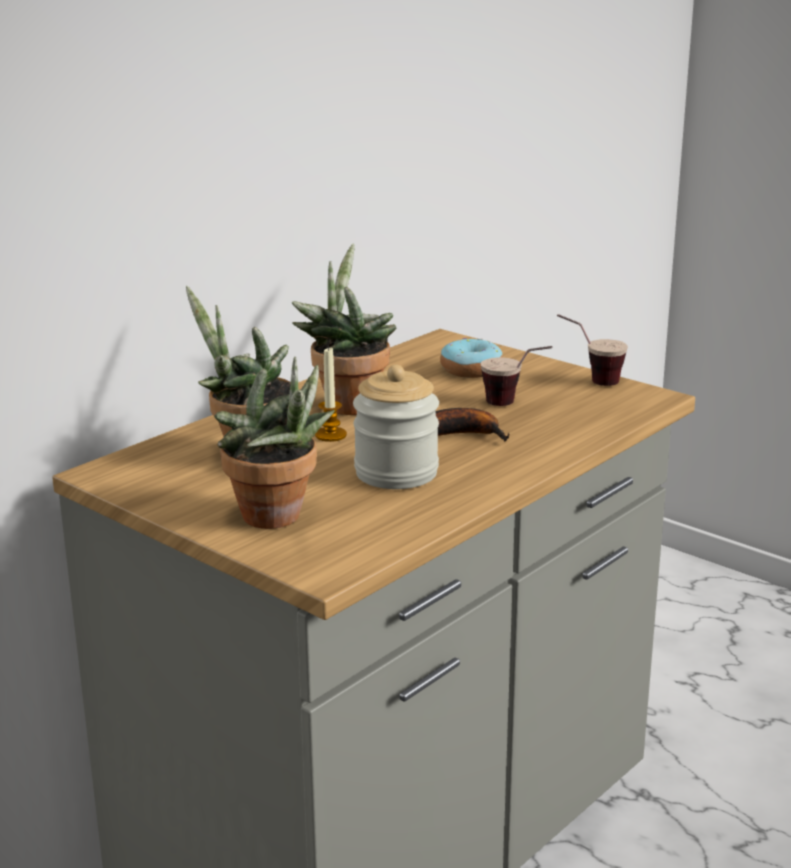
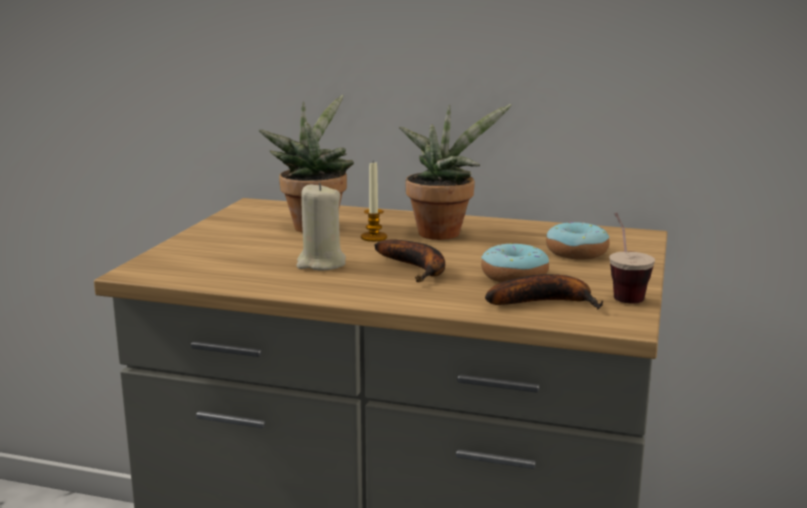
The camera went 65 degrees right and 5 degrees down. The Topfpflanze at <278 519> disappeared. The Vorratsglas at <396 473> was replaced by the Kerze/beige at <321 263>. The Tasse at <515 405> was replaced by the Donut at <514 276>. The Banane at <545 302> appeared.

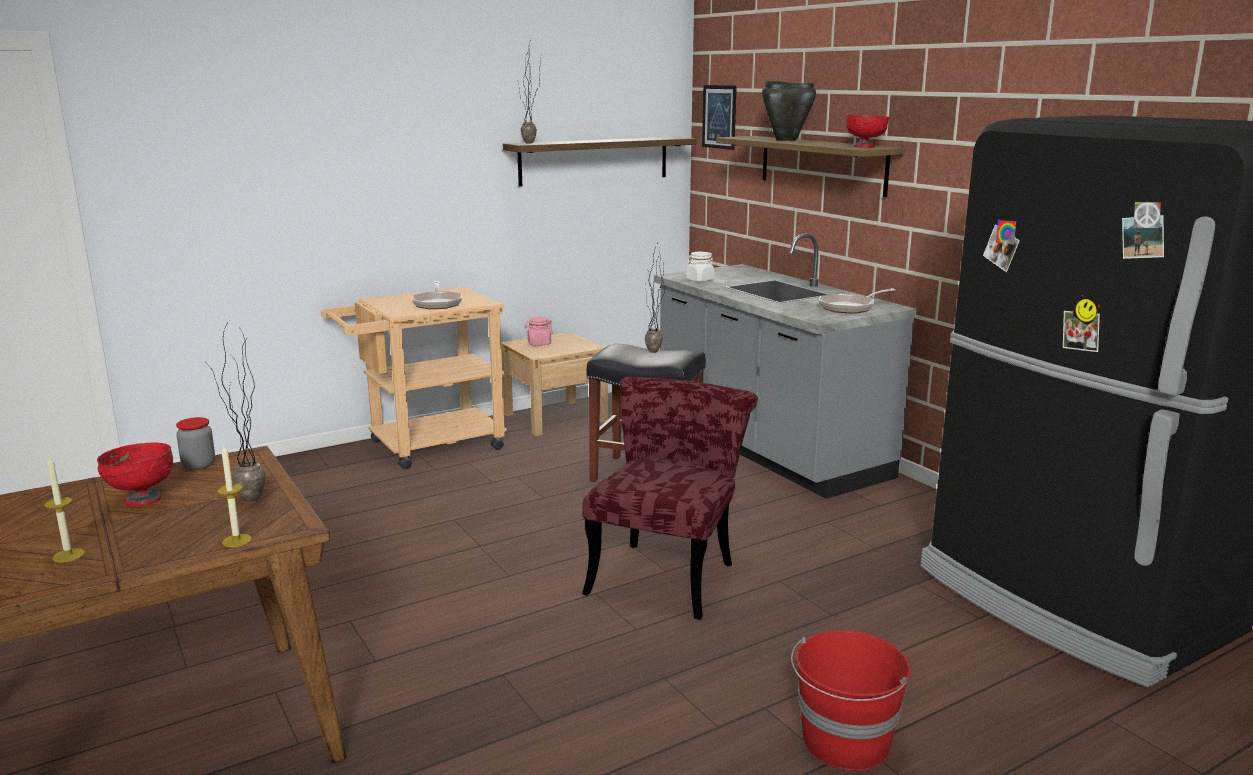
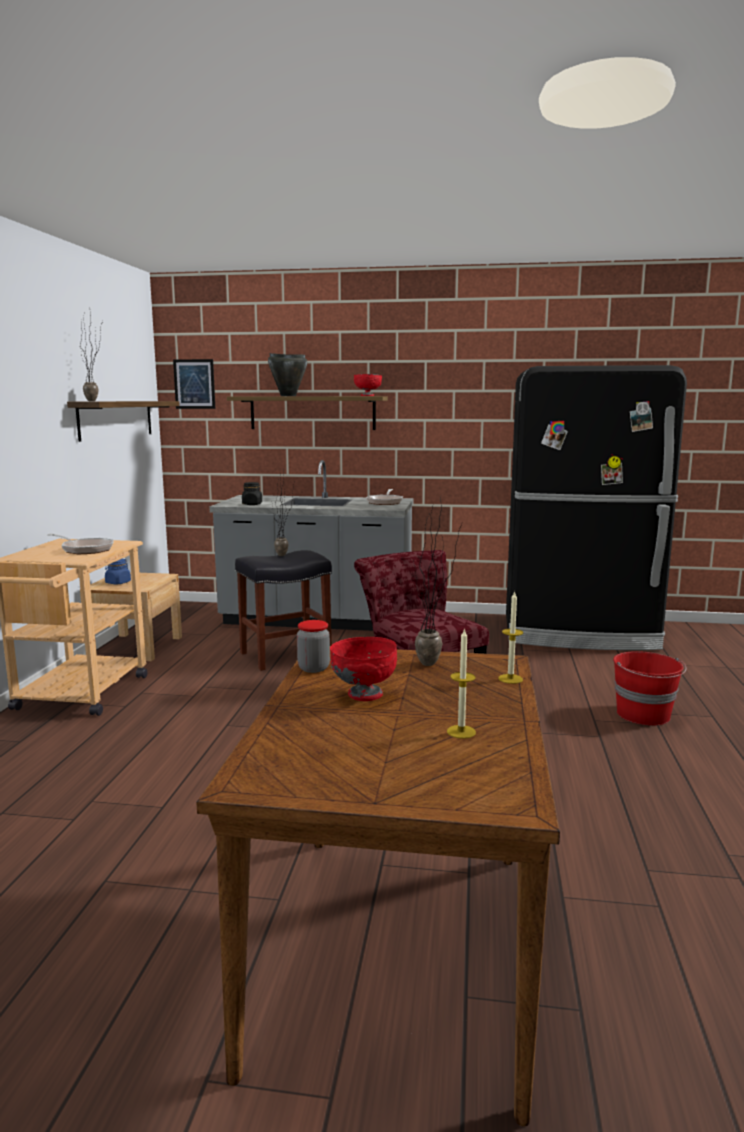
The camera went 50 degrees left and 5 degrees down. The Vorratsglas/rosa at <539 344> became the Vorratsglas/blau at <118 583>. The Vorratsglas/weiß at <699 280> became the Vorratsglas/schwarz at <252 504>.

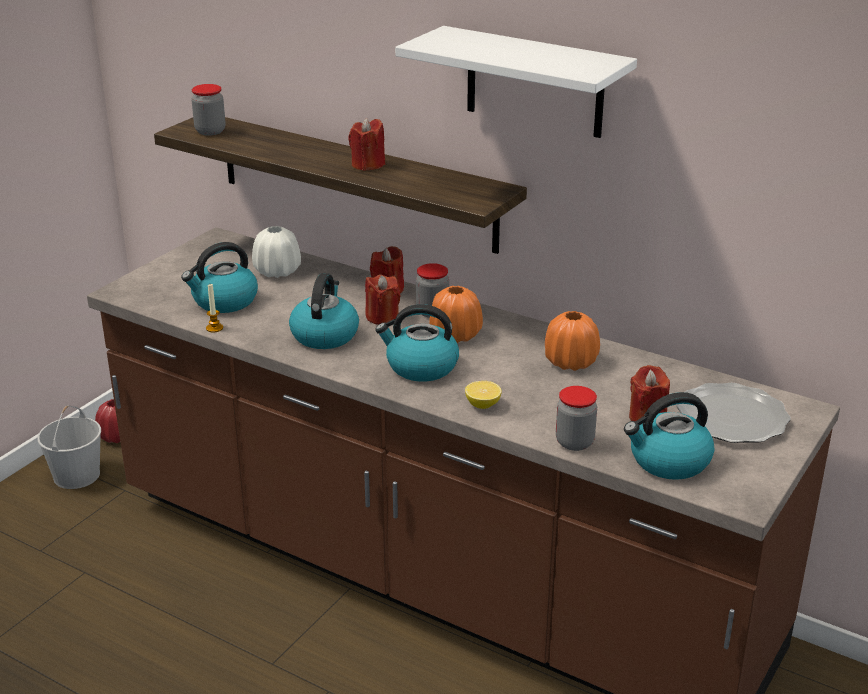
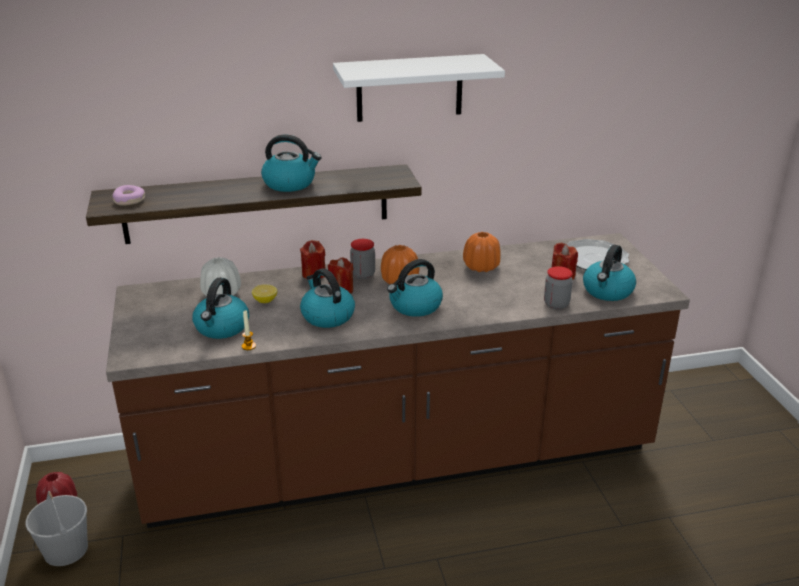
The camera went 45 degrees left and 0 degrees up. The Vorratsglas at <210 131> was replaced by the Donut at <129 200>. The Kerze/rot at <368 165> was replaced by the Wasserkessel at <290 183>. The Zitrone moved from <483 405> to <265 300>.

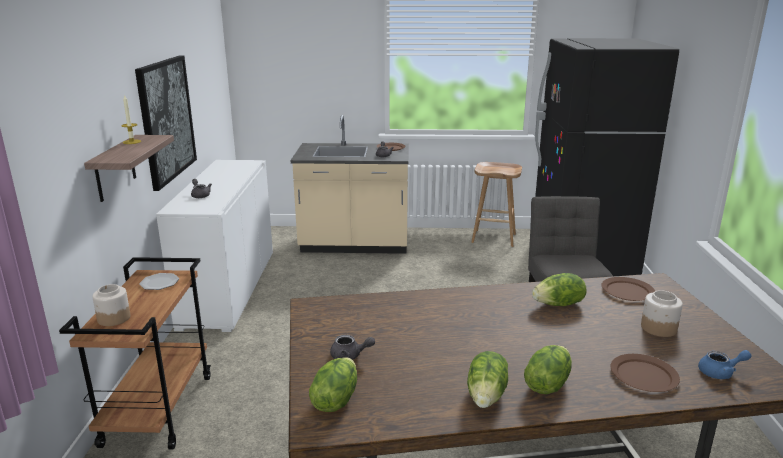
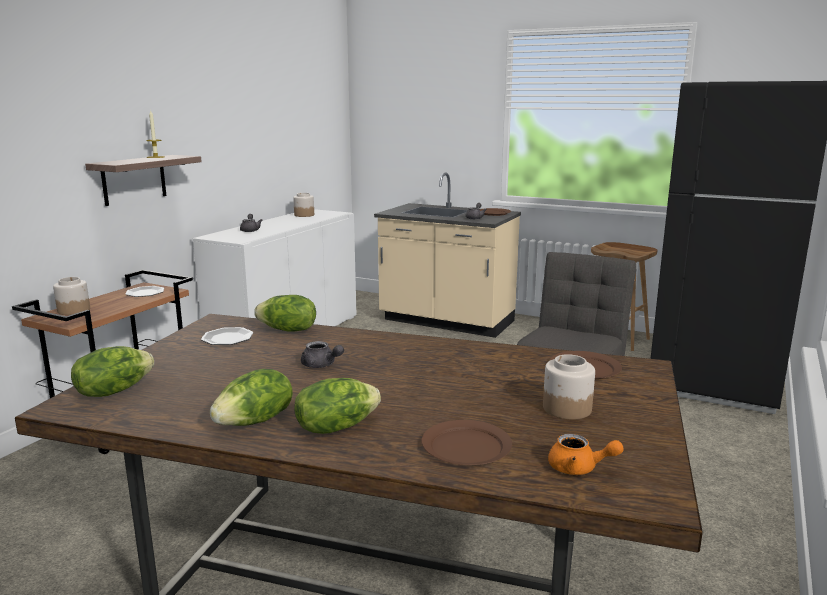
The camera went 25 degrees right and 5 degrees down. The Bild at <166 119> disappeared. The Teekanne/grau moved from <350 356> to <321 365>. The Salatkopf moved from <559 304> to <288 330>. The Teekanne/blau at <720 373> became the Teekanne/orange at <579 468>. The Teller at <227 338> appeared. The Vorratsglas at <304 215> appeared.

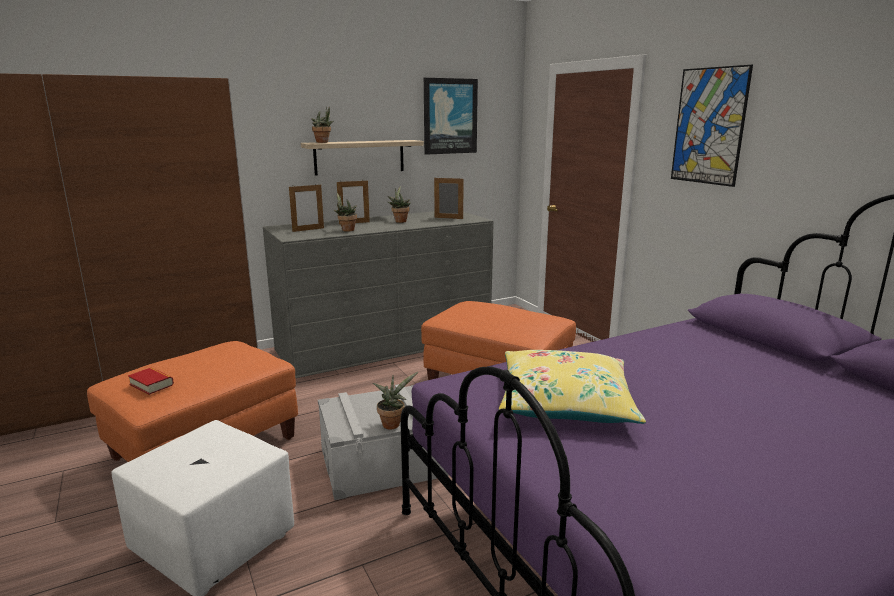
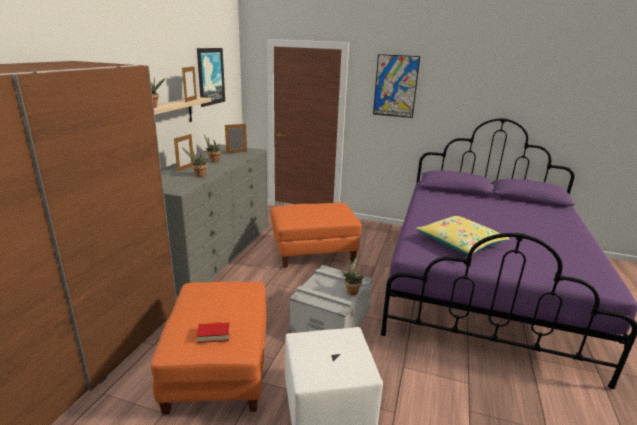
The camera went 45 degrees left and 5 degrees up. The Bilderrahmen moved from <308 230> to <191 100>.

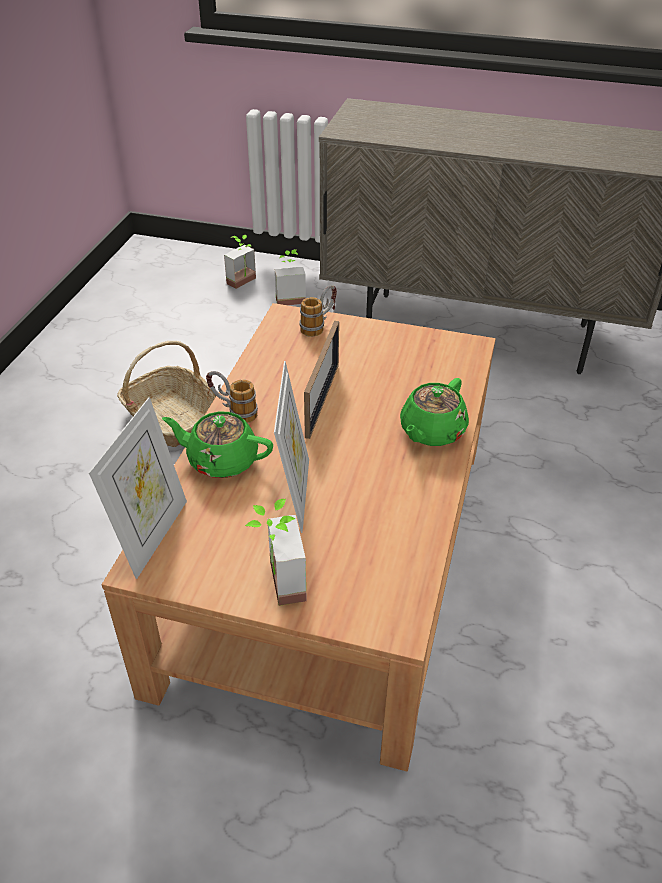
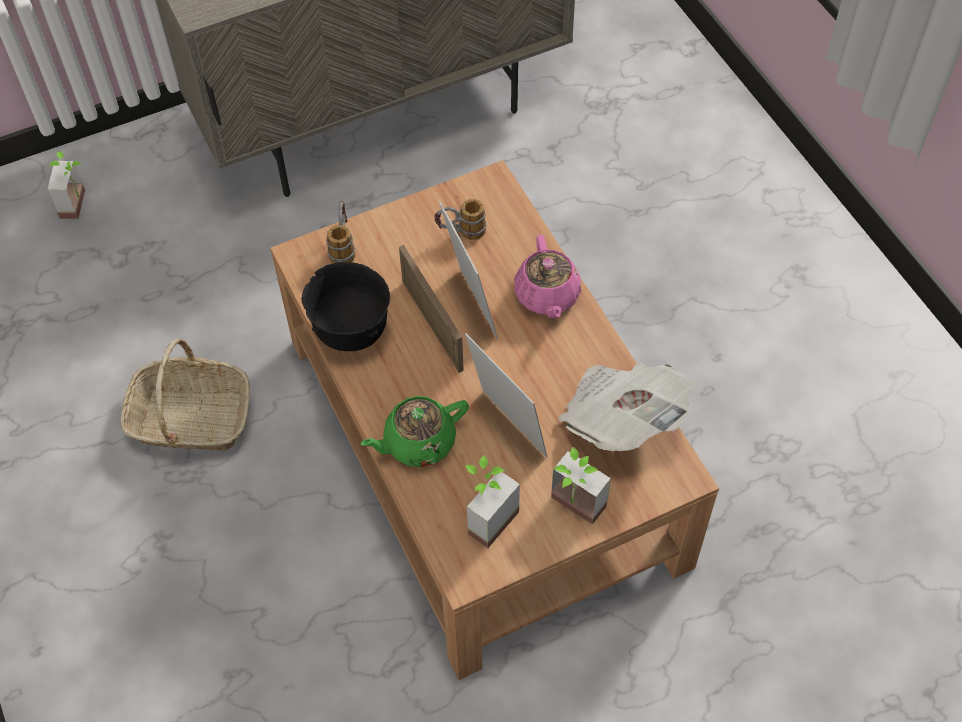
The camera went 40 degrees left and 15 degrees up. The Bilderrahmen moved from <152 535> to <470 306>. The Henkelbecher moved from <233 412> to <461 233>. The Topfpflanze moved from <289 298> to <485 517>. The Teekanne/grün at <431 431> became the Teekanne/rosa at <547 296>. The Schüssel/schwarz at <351 331> appeared. The Zeitung at <622 419> appeared.

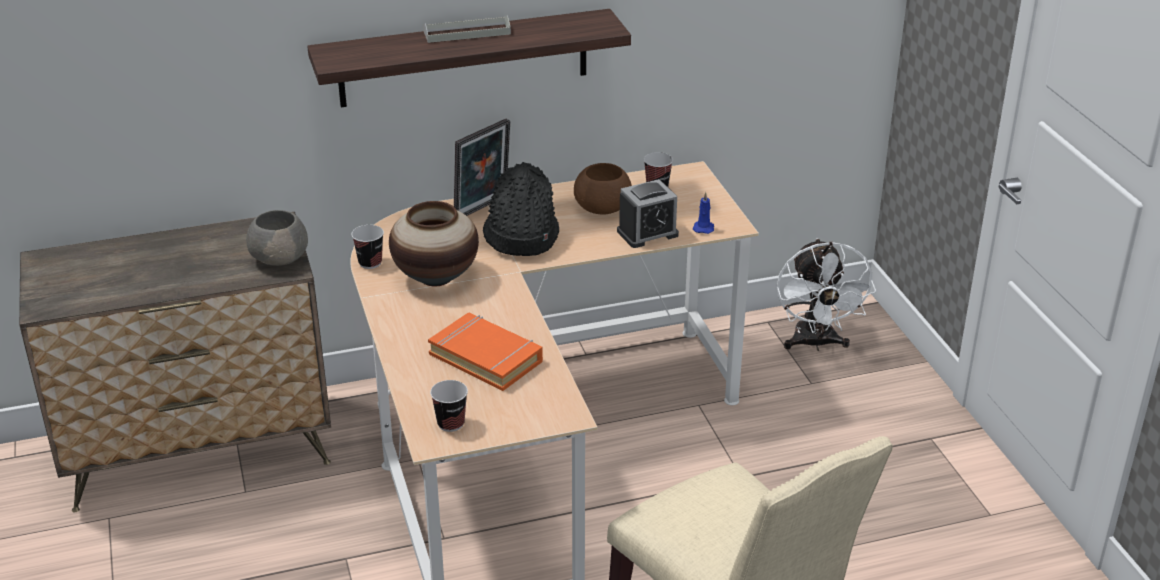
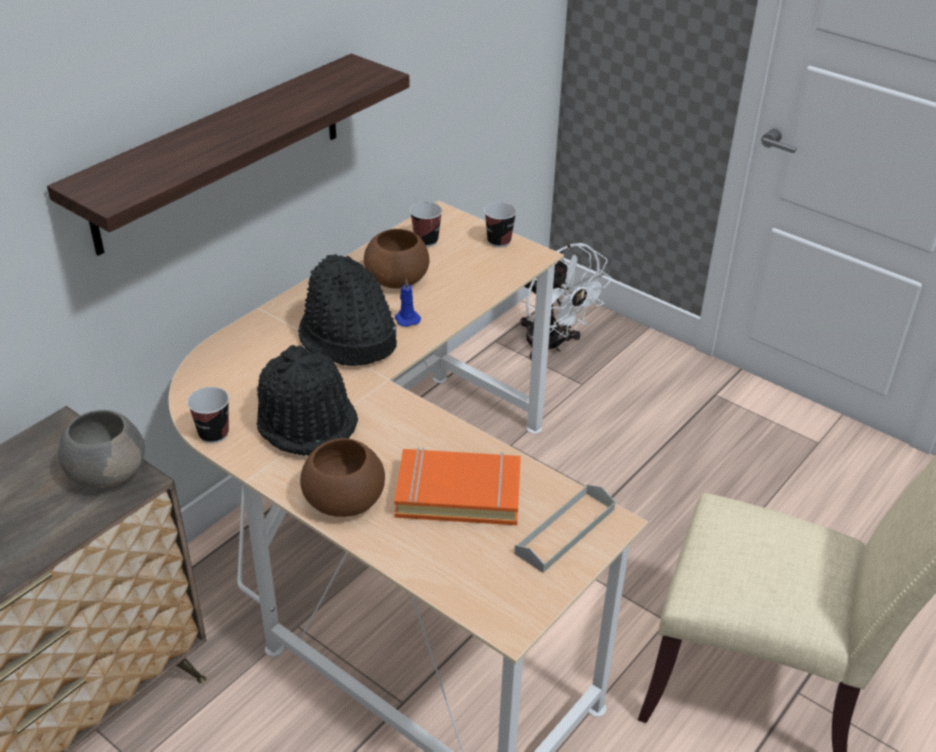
The camera went 35 degrees left and 5 degrees up. The Vase at <436 277> was replaced by the Hut/schwarz at <307 421>. The Tablett/grau moved from <467 33> to <565 531>. The Tasse moved from <451 423> to <499 241>. The Bilderrahmen at <483 209> disappeared. The Wecker at <647 233> disappeared. The Kerze/blau moved from <703 228> to <406 319>. The Schüssel/braun at <342 501> appeared.

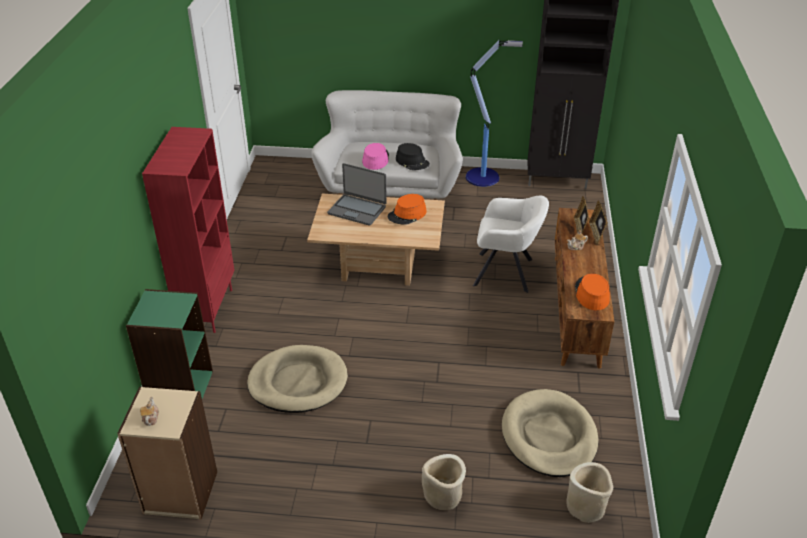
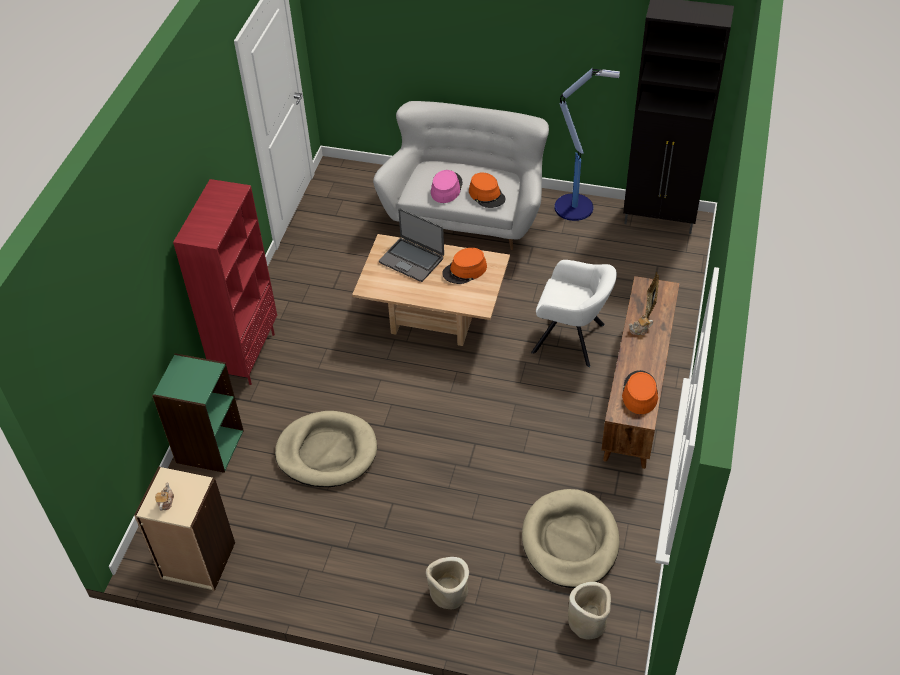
The camera went 10 degrees right and 10 degrees up. The Hut/schwarz at <412 162> became the Hut/orange at <487 195>. The Bilderrahmen at <596 234> disappeared.

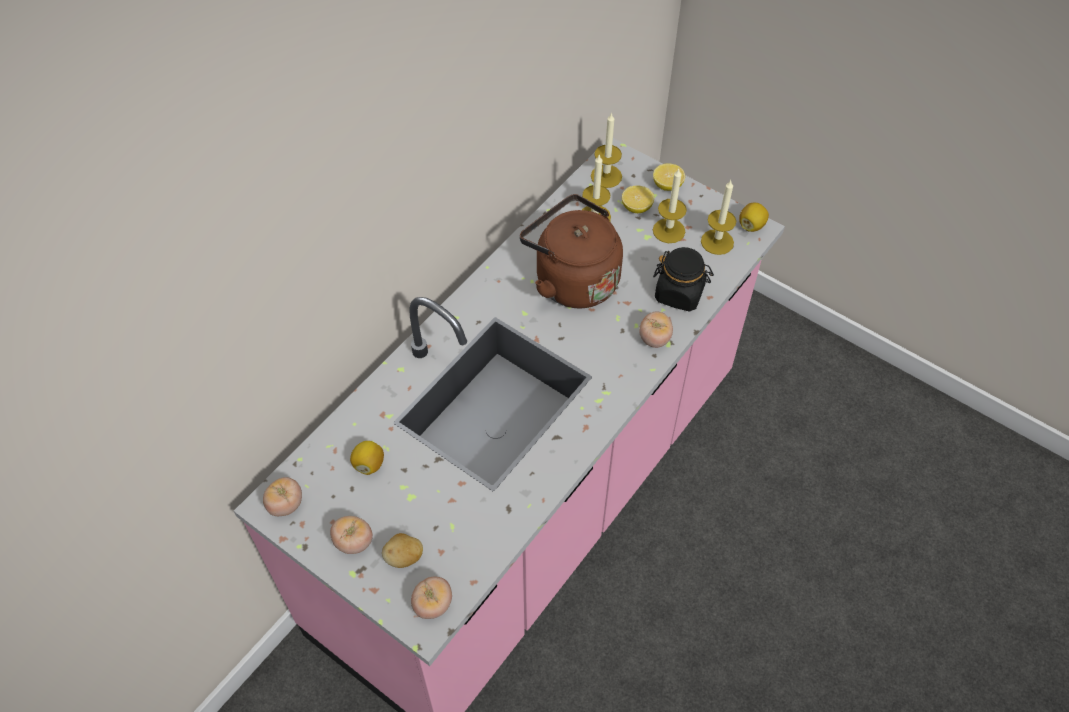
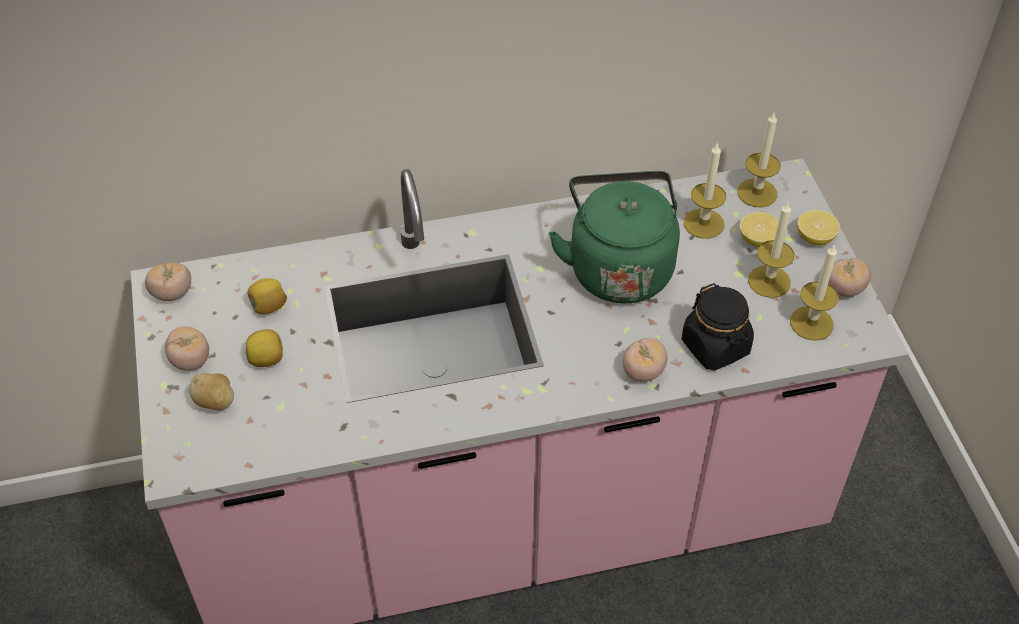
The camera went 40 degrees right and 5 degrees down. The Tomate moved from <433 604> to <843 289>. The Wasserkessel/braun at <572 279> became the Wasserkessel/grün at <618 267>. The Zitrone moved from <751 225> to <267 359>.

